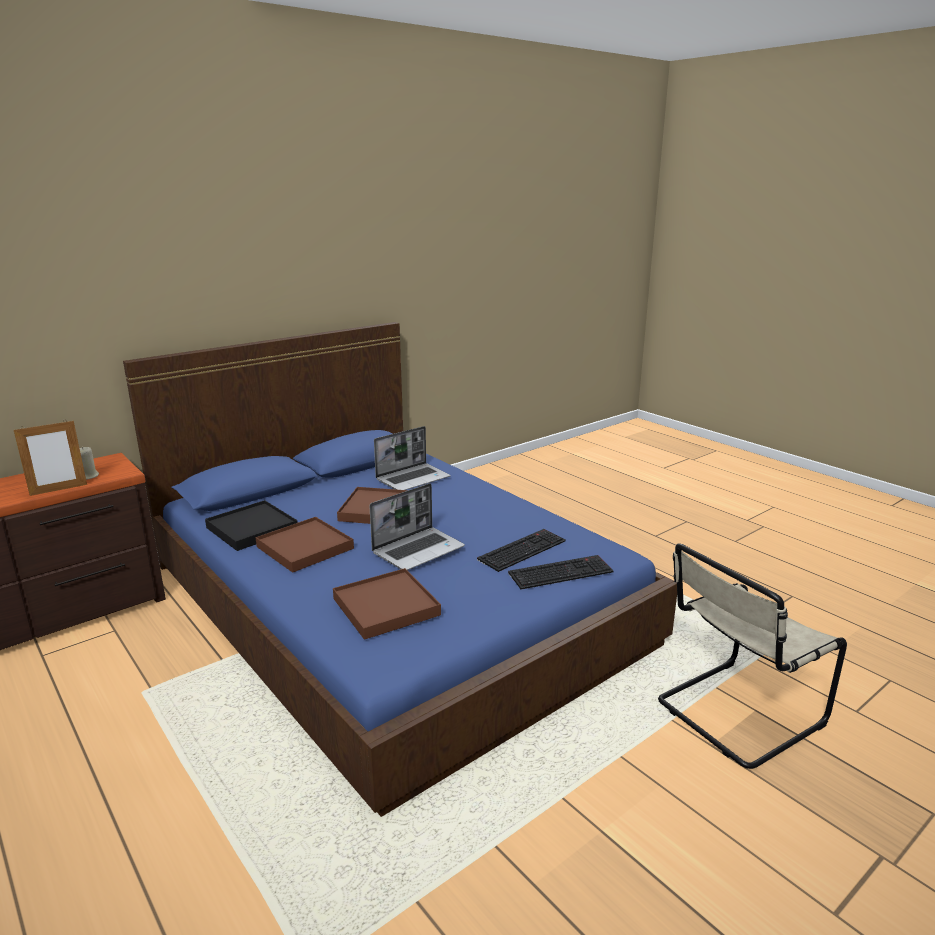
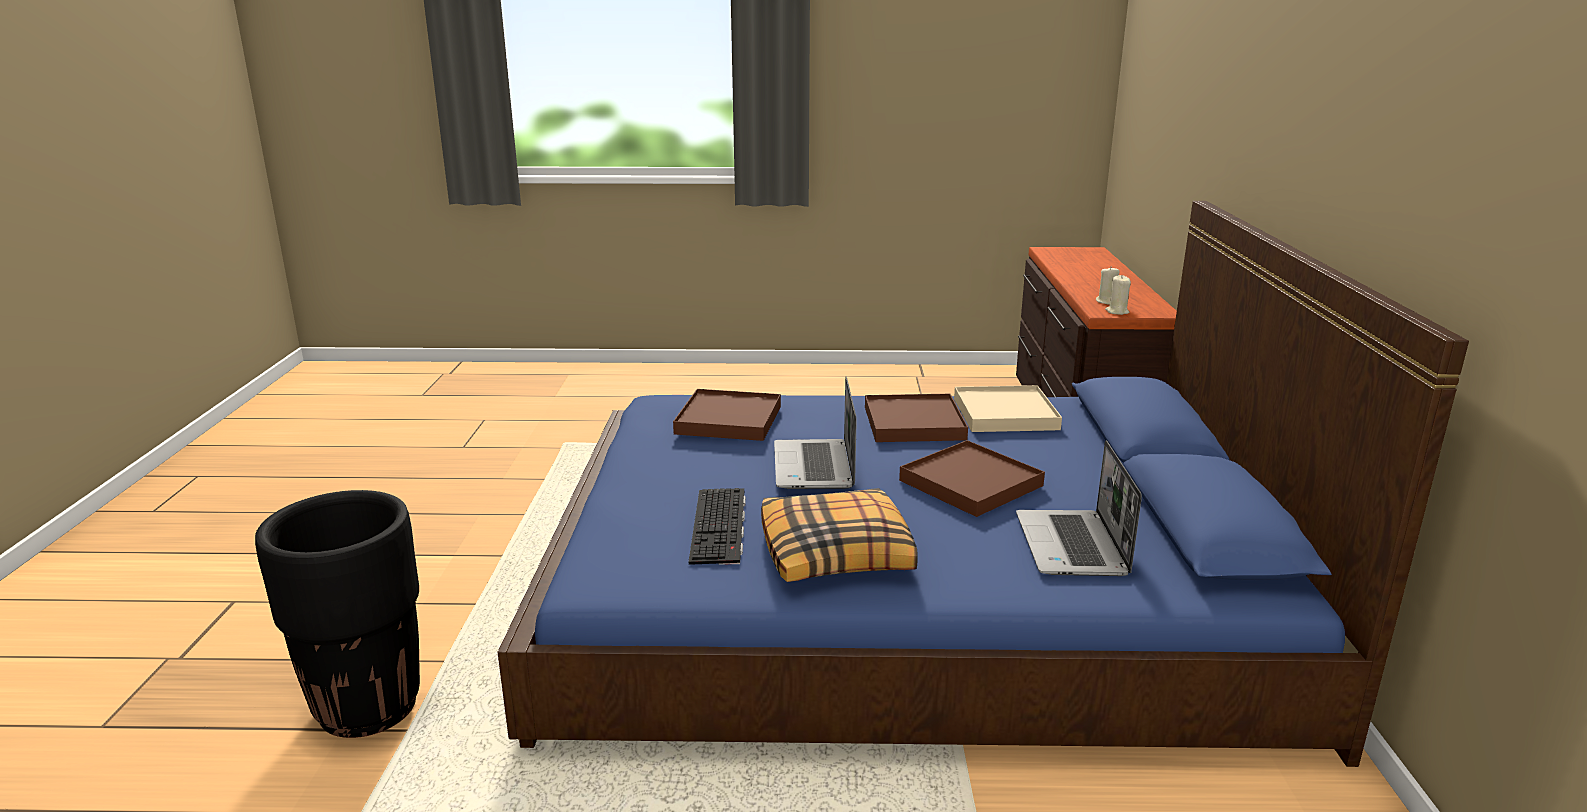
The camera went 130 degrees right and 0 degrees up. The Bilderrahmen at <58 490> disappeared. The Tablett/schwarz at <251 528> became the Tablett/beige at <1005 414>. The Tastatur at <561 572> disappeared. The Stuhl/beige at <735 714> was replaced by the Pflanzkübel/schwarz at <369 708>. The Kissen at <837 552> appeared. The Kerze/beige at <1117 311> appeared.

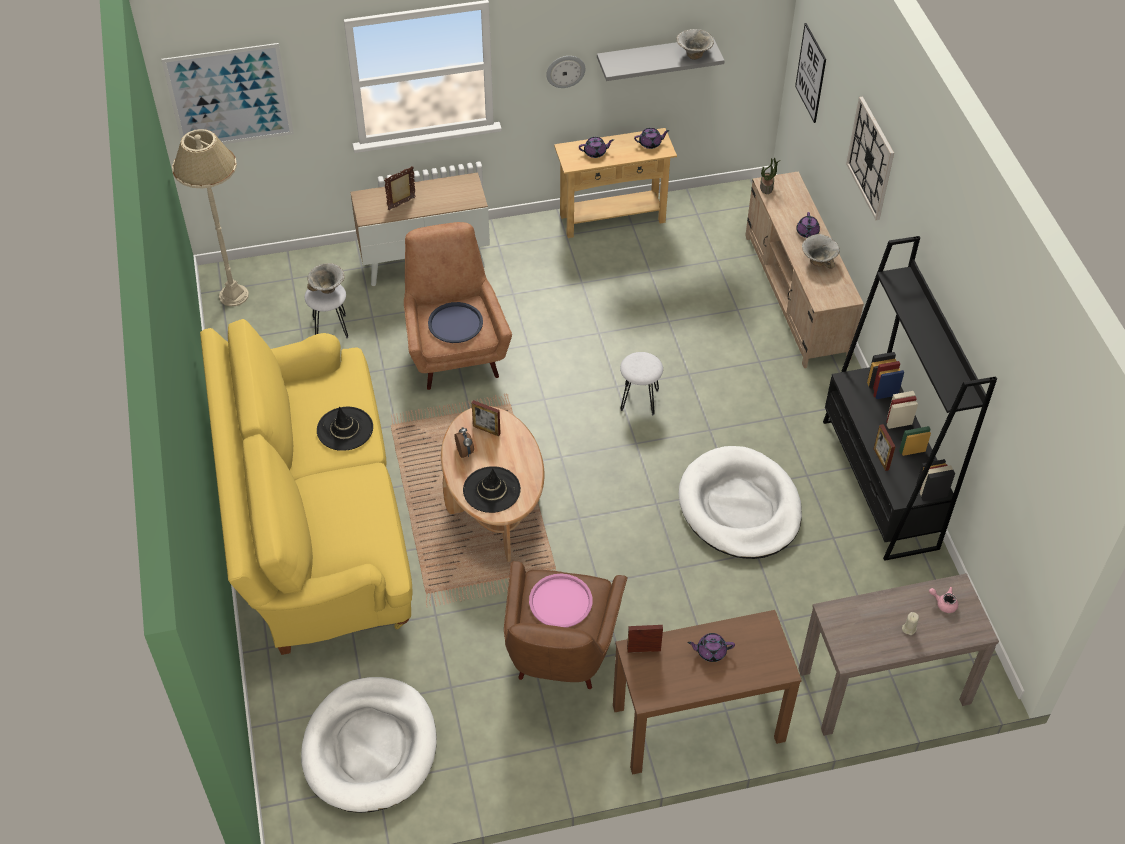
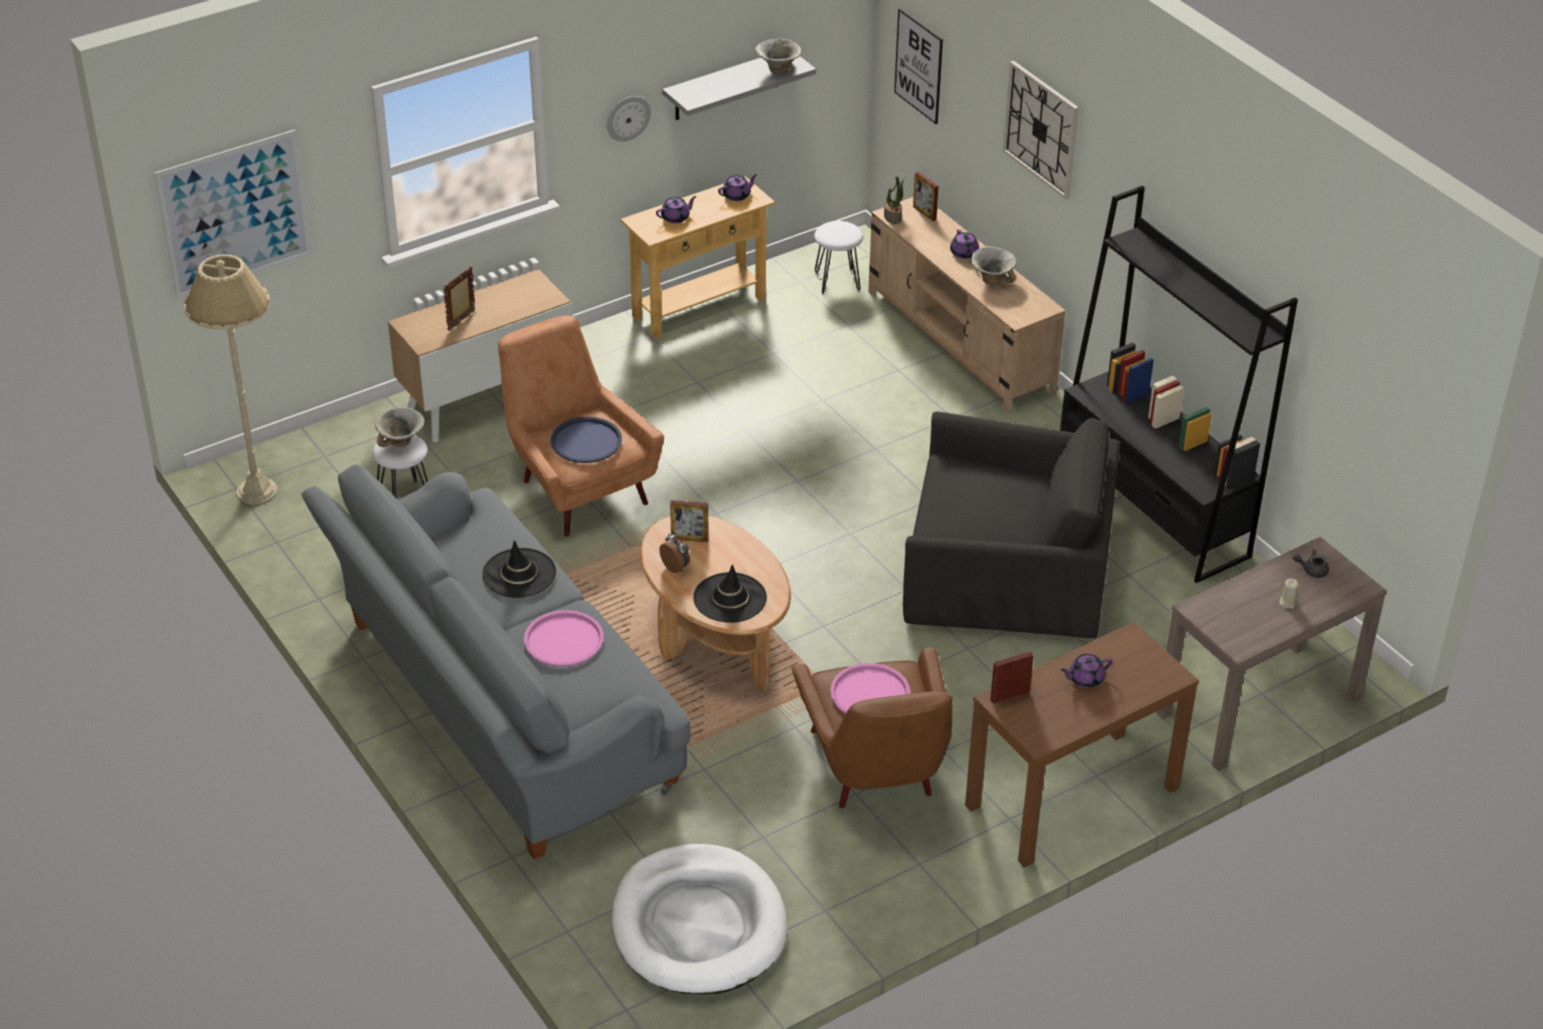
The camera went 20 degrees left and 10 degrees down. The Sofa/gelb at <315 523> became the Sofa/grau at <501 710>. The Hocker/weiß moved from <640 400> to <837 282>. The Hundebett/weiß at <739 507> was replaced by the Sessel/schwarz at <1006 569>. The Bilderrahmen moved from <881 459> to <924 213>. The Teekanne/rosa at <943 603> became the Teekanne/grau at <1311 570>. The Tablett/rosa at <563 640> appeared.

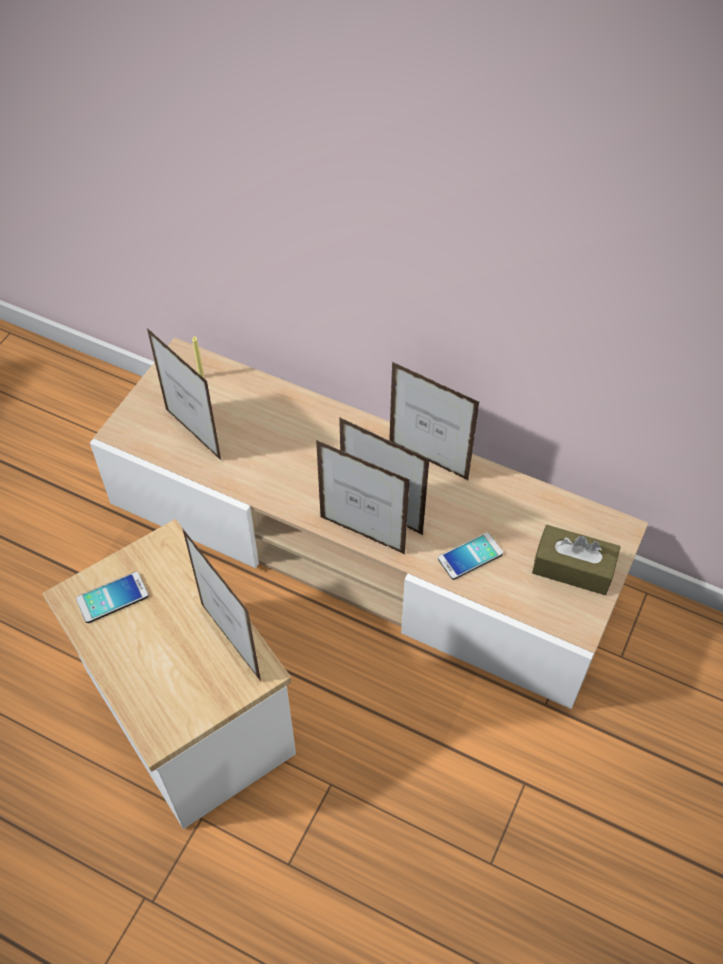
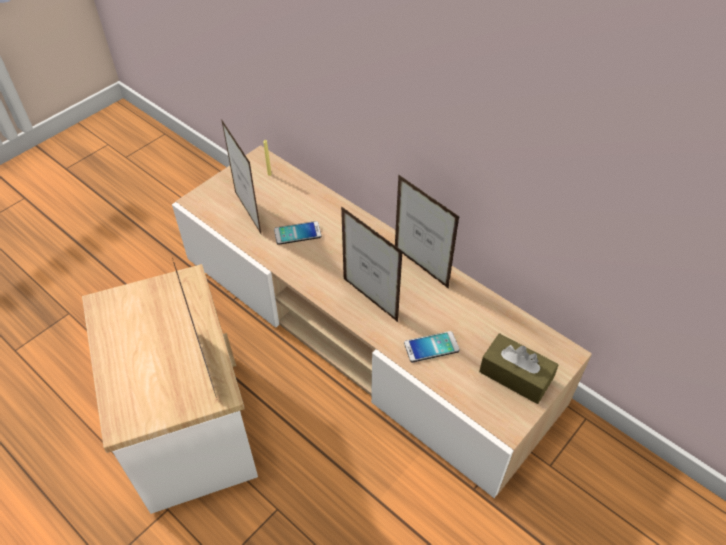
The camera went 15 degrees right and 5 degrees down. The Handy moved from <112 598> to <297 233>. The Bilderrahmen at <362 535> disappeared.

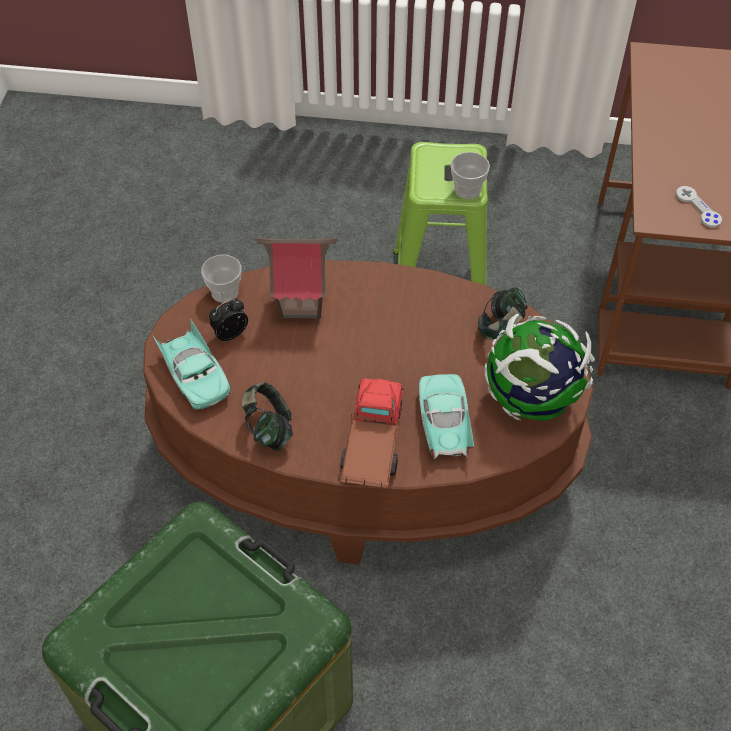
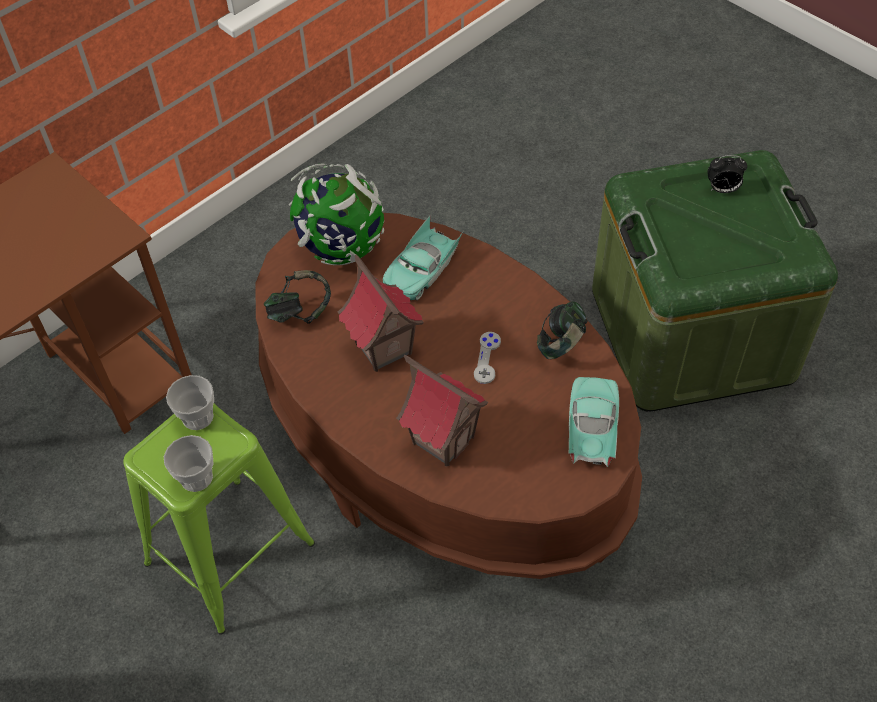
The camera went 140 degrees left and 0 degrees up. The Tasse moved from <225 292> to <196 477>. The Wecker moved from <230 333> to <722 189>. The Spielzeuglaster at <371 445> disappeared. The Gamepad/grau moved from <698 208> to <487 358>. The Spielzeughaus at <383 349> appeared.

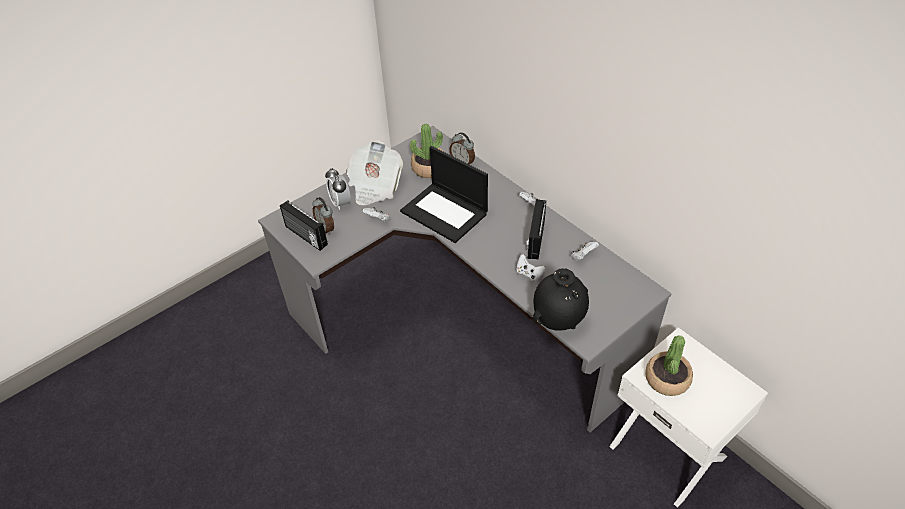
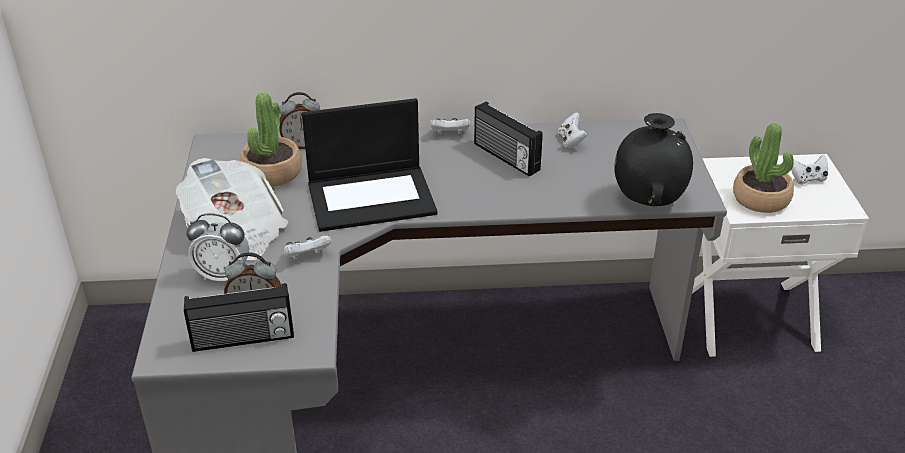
The camera went 55 degrees left and 10 degrees down. The Gamepad/weiß moved from <529 274> to <807 179>.

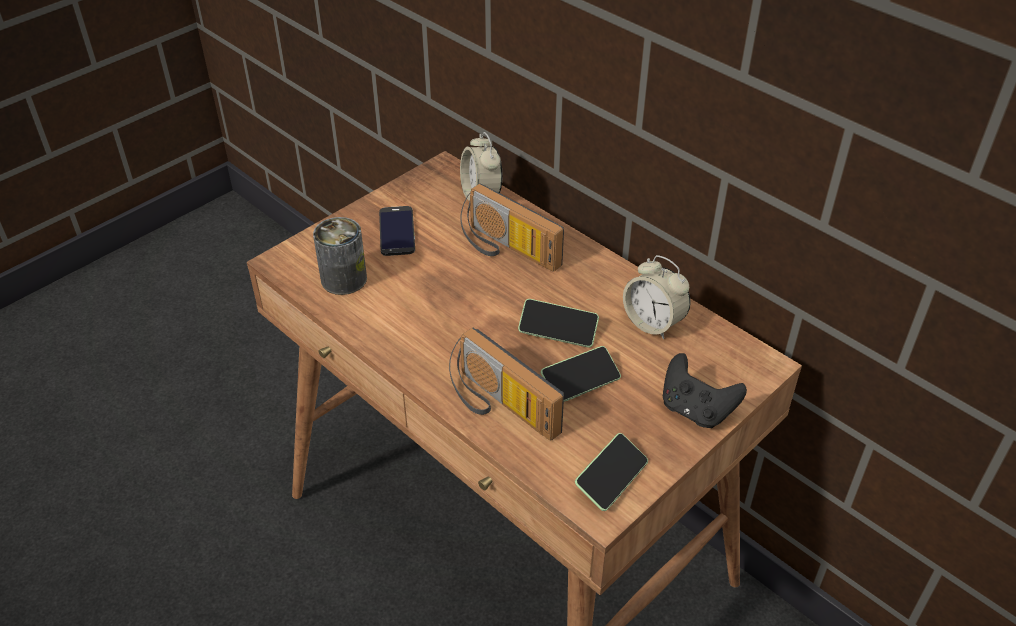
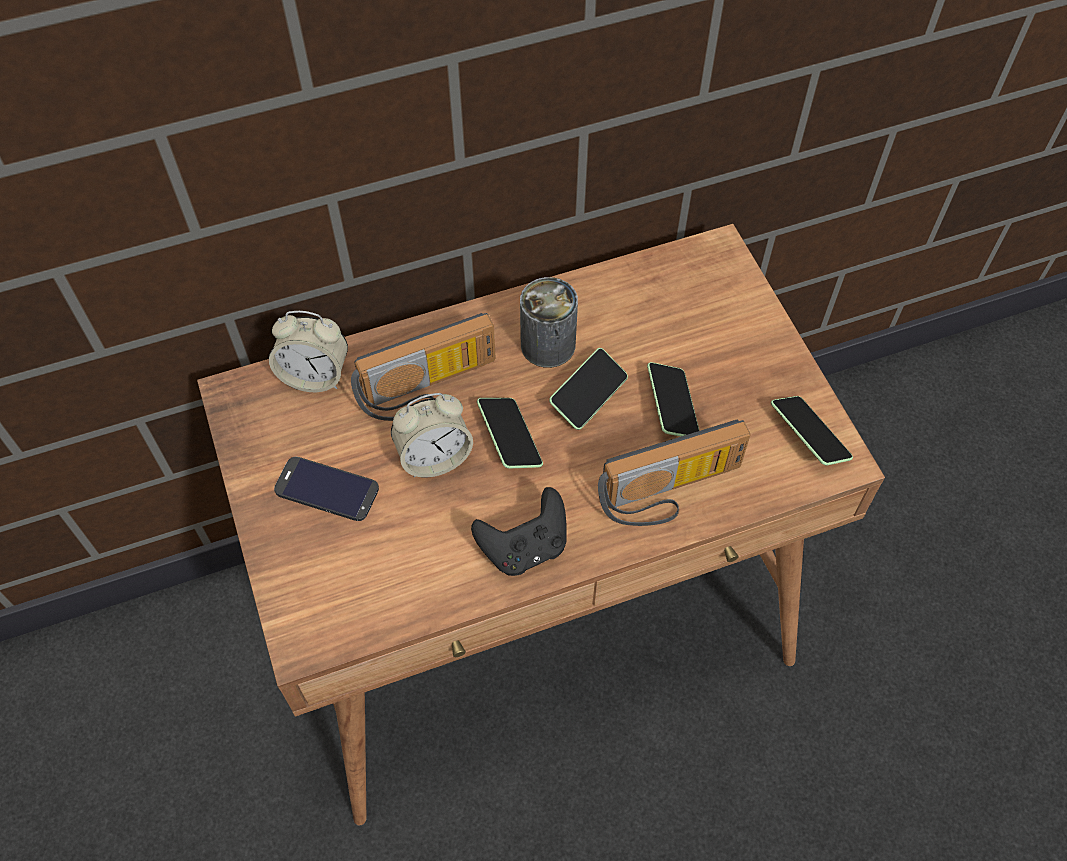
The camera went 65 degrees left and 15 degrees up. The Dose moved from <344 279> to <548 344>. The Wecker moved from <653 323> to <434 457>. The Gamepad/schwarz moved from <696 410> to <524 547>. The Handy at <509 439> appeared.

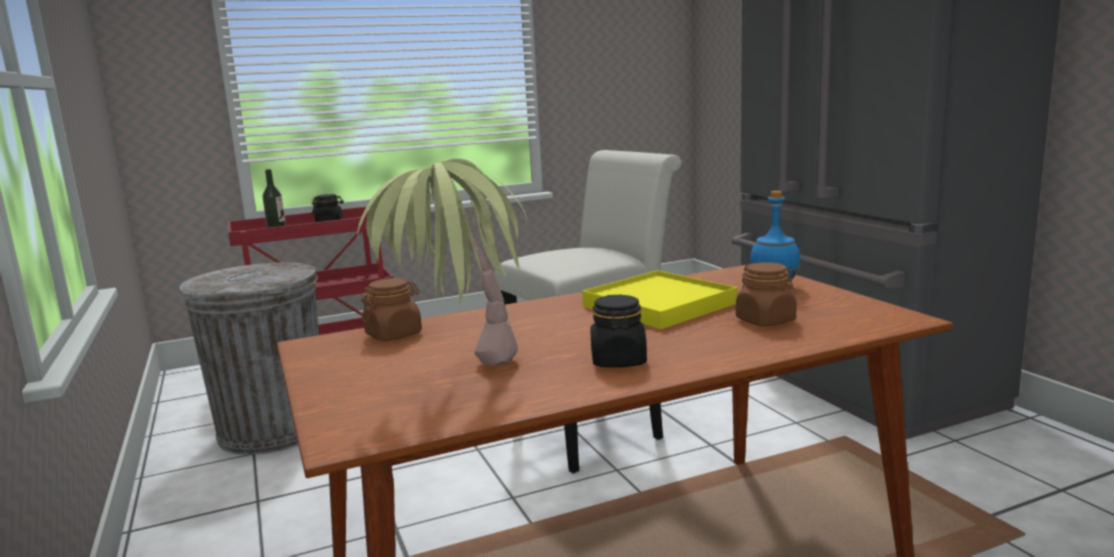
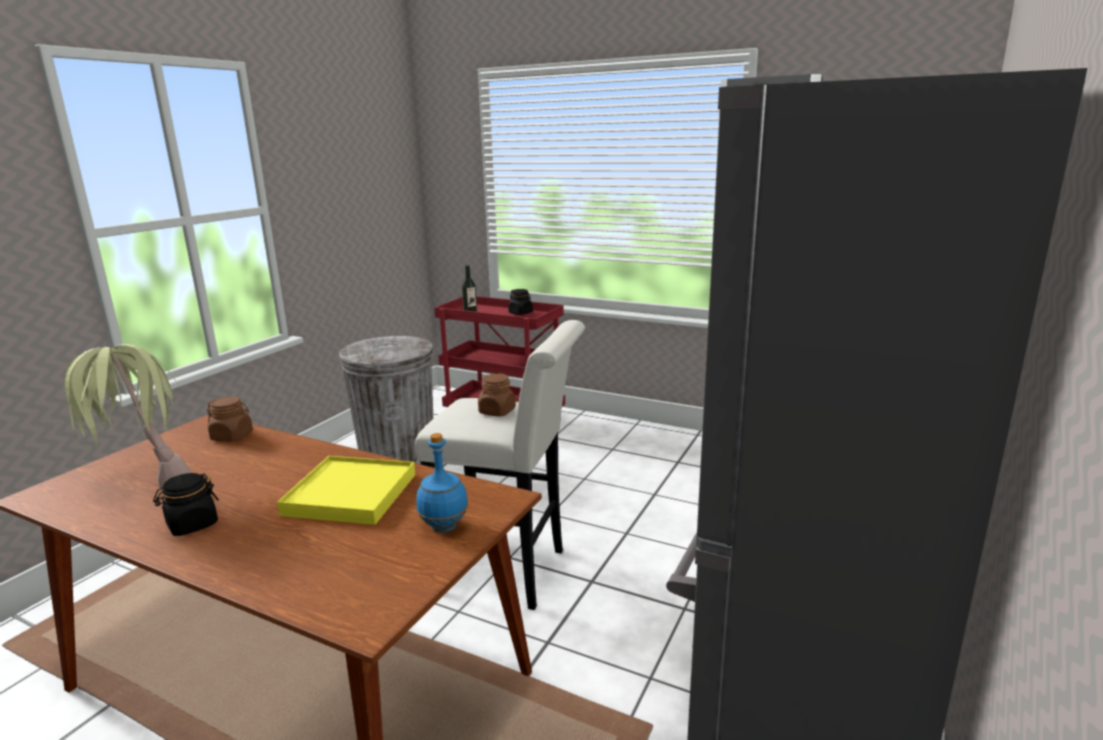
The camera went 50 degrees right and 5 degrees up. The Vorratsglas/braun moved from <766 320> to <497 411>.

